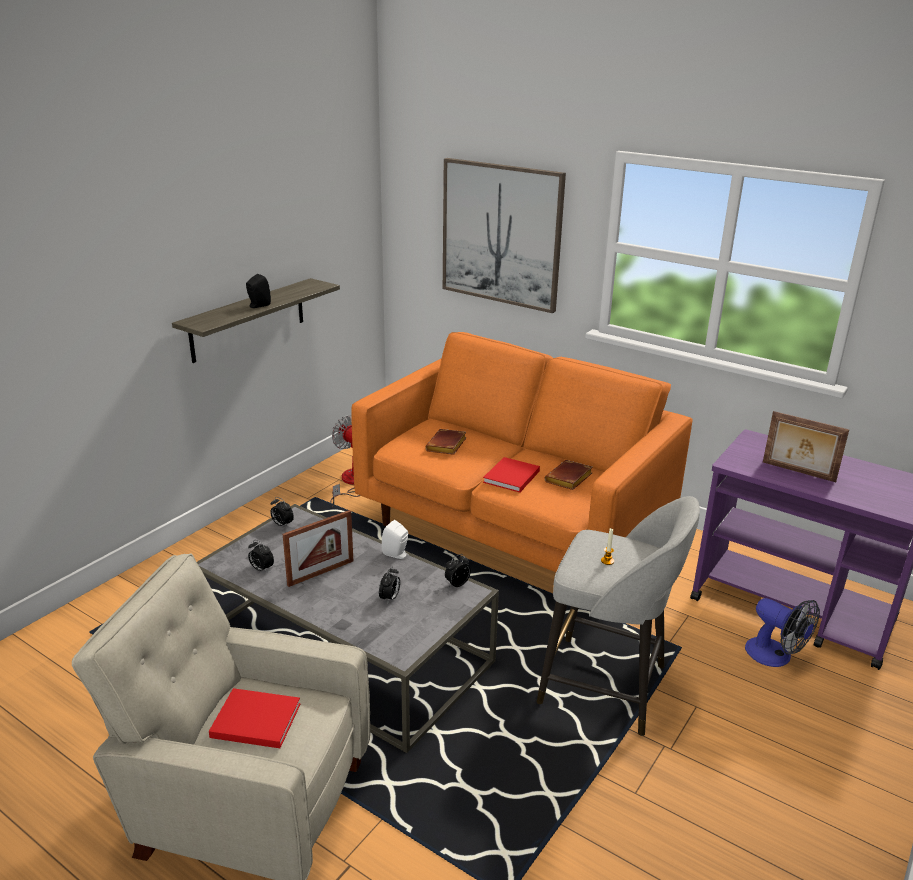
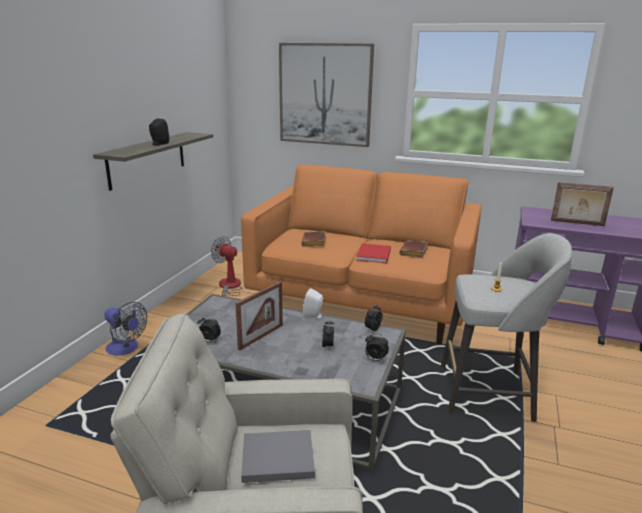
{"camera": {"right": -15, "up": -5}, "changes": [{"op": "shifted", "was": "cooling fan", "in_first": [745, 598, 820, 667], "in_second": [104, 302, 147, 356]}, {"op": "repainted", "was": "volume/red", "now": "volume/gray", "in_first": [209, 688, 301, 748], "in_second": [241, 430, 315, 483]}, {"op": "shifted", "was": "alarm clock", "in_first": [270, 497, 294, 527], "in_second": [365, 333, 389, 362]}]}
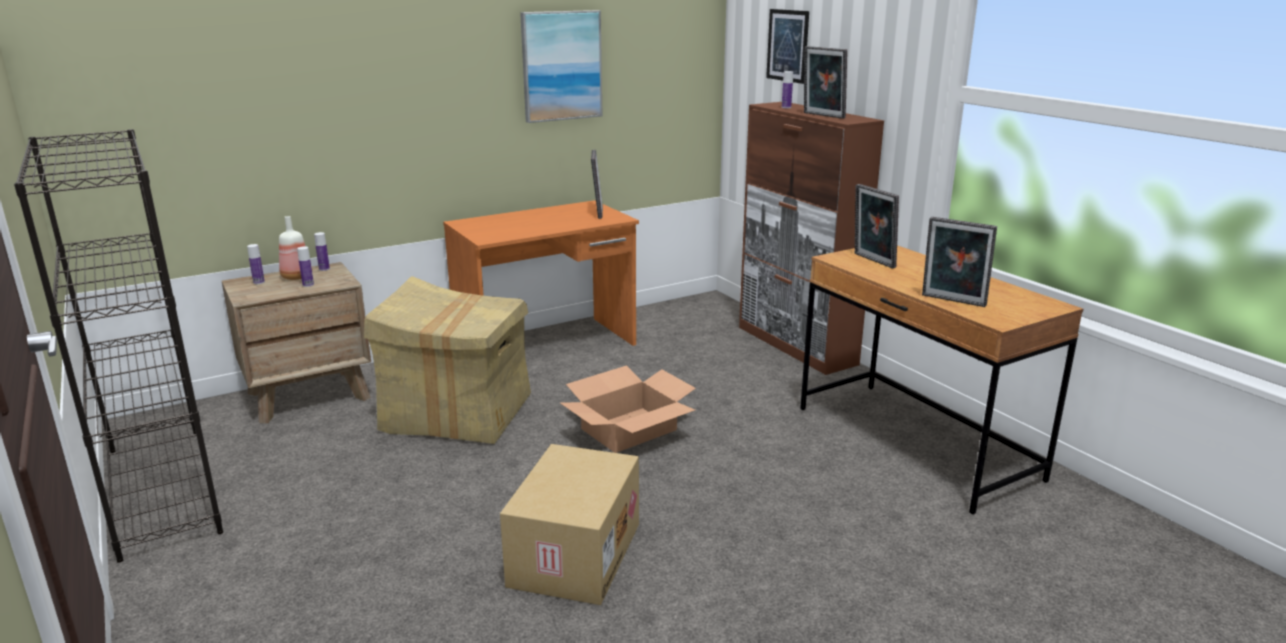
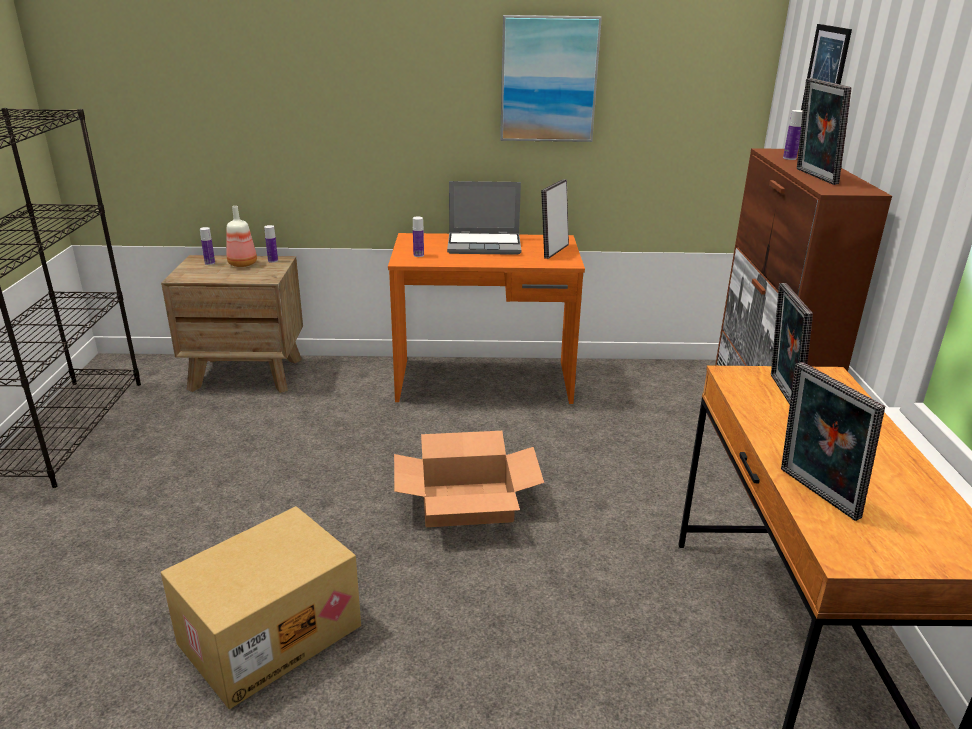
{"camera": {"right": 30, "up": 5}, "changes": [{"op": "shifted", "was": "bottle", "in_first": [297, 246, 314, 287], "in_second": [413, 217, 424, 257]}, {"op": "new", "now": "portable computer", "in_second": [447, 181, 521, 255]}, {"op": "gone", "was": "cardboard box", "in_first": [364, 276, 531, 444]}]}
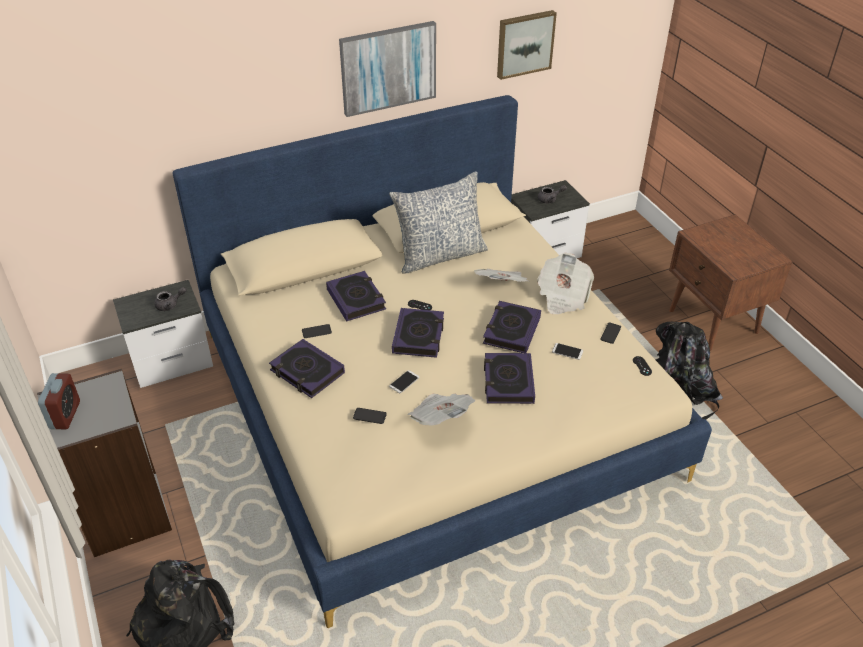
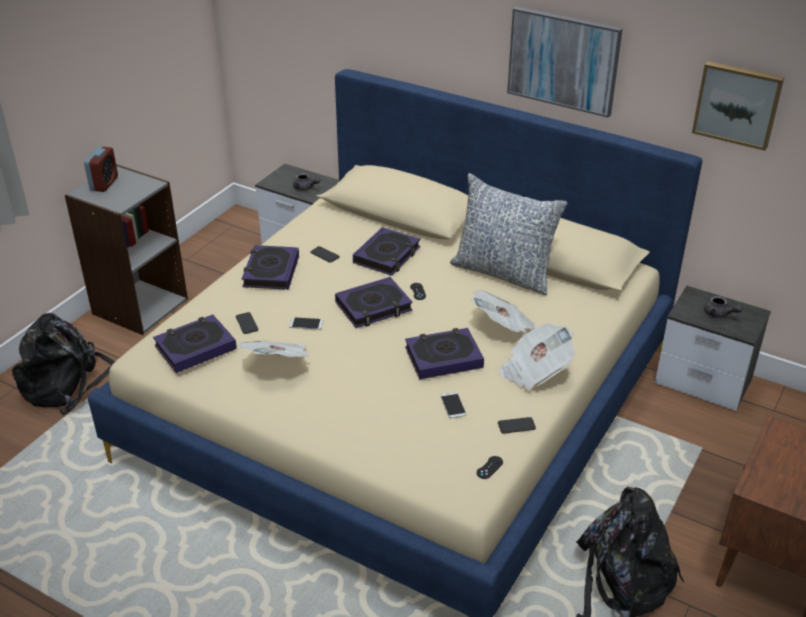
{"camera": {"right": 55, "up": -5}, "changes": [{"op": "rotated", "was": "alarm clock", "in_first": [38, 373, 80, 429], "in_second": [84, 146, 118, 192], "clockwise": -45}, {"op": "shifted", "was": "volume", "in_first": [484, 353, 535, 404], "in_second": [153, 314, 237, 373]}]}
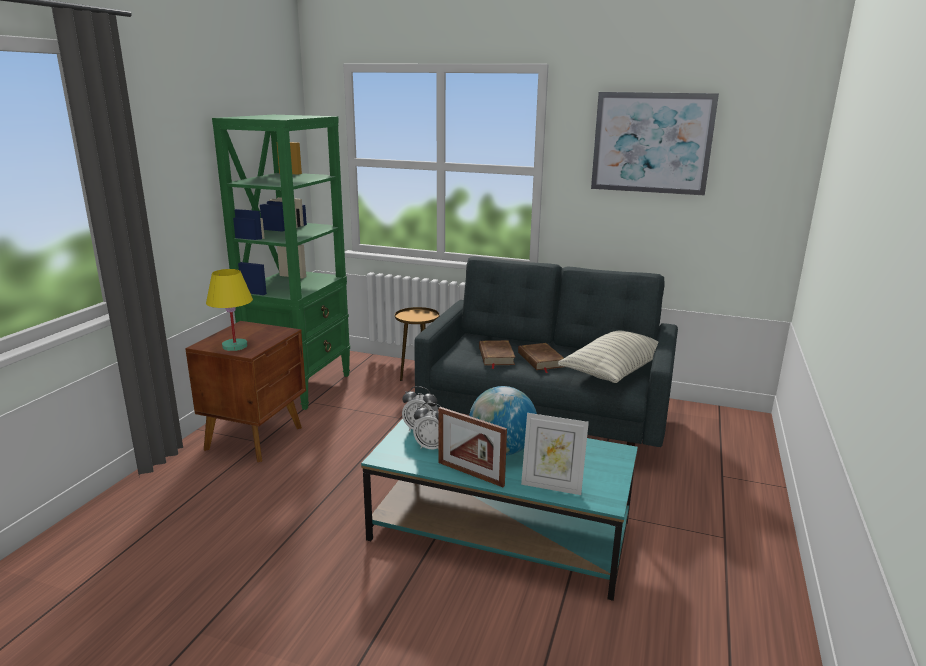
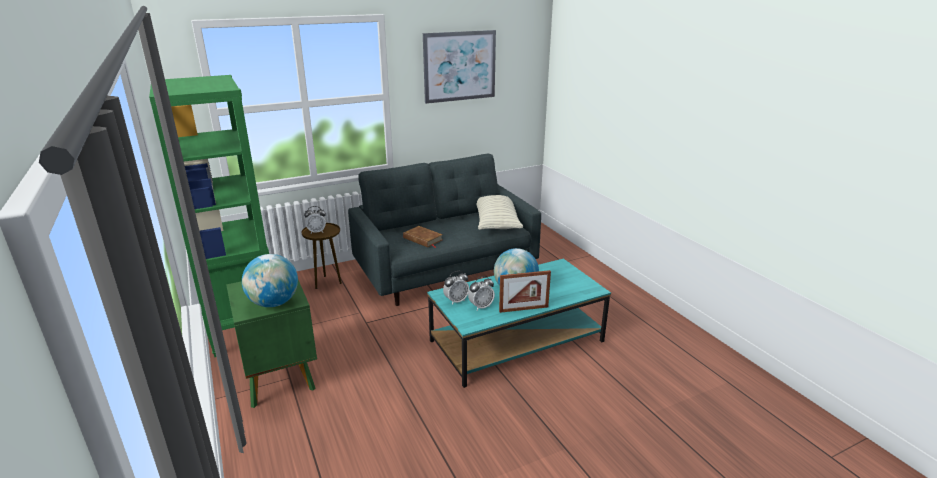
{"camera": {"right": -45, "up": 5}, "changes": [{"op": "repainted", "was": "bedside table/brownish", "now": "bedside table/green", "in_first": [185, 321, 306, 462], "in_second": [226, 280, 317, 408]}, {"op": "swapped", "was": "tabletop lamp/yellow-coloured", "now": "desk globe", "in_first": [206, 269, 253, 351], "in_second": [242, 254, 298, 307]}, {"op": "new", "now": "alarm clock", "in_second": [304, 206, 326, 233]}, {"op": "gone", "was": "volume/brownish", "in_first": [518, 343, 564, 373]}, {"op": "gone", "was": "photo frame", "in_first": [521, 413, 589, 495]}]}
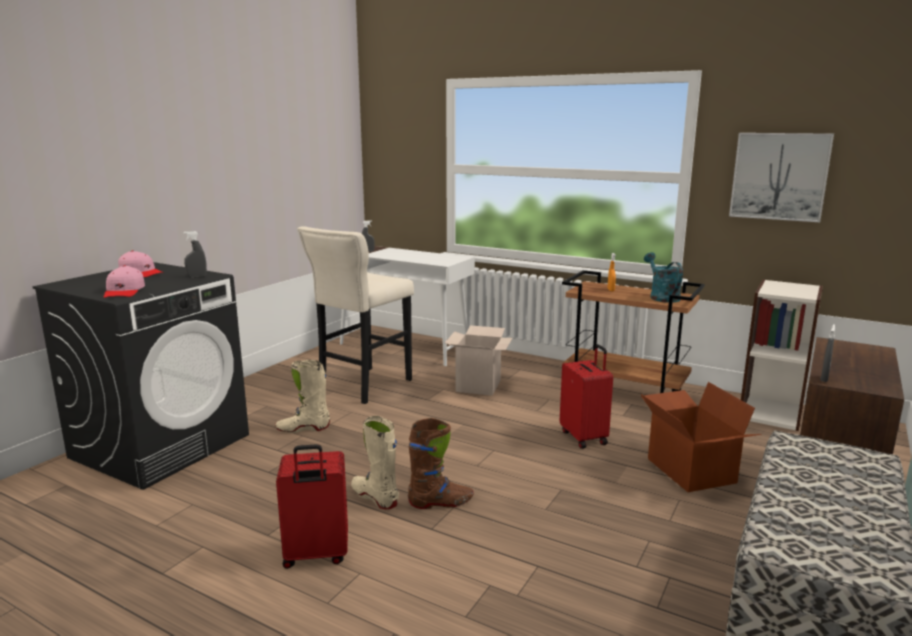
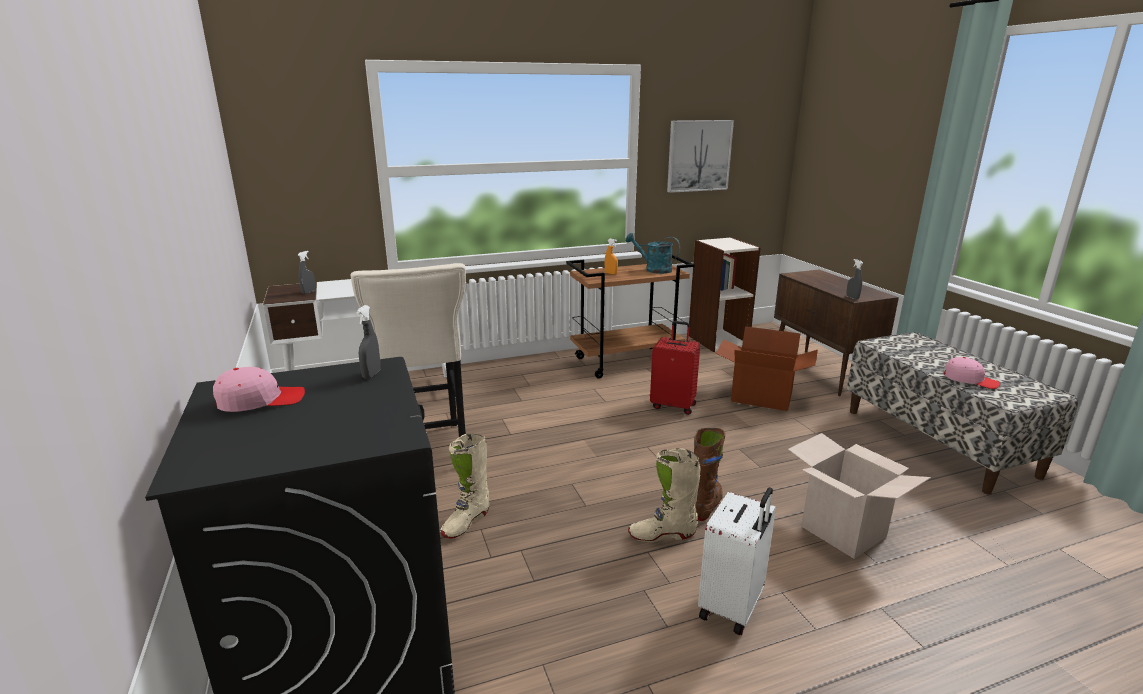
{"camera": {"right": -50, "up": 5}, "changes": [{"op": "repainted", "was": "travel case/red", "now": "travel case/white-coloured", "in_first": [276, 444, 348, 569], "in_second": [698, 487, 776, 636]}, {"op": "shifted", "was": "cardboard box", "in_first": [445, 325, 513, 396], "in_second": [788, 433, 931, 559]}, {"op": "shifted", "was": "peaked cap/pinkish", "in_first": [103, 265, 145, 298], "in_second": [944, 357, 1000, 389]}]}
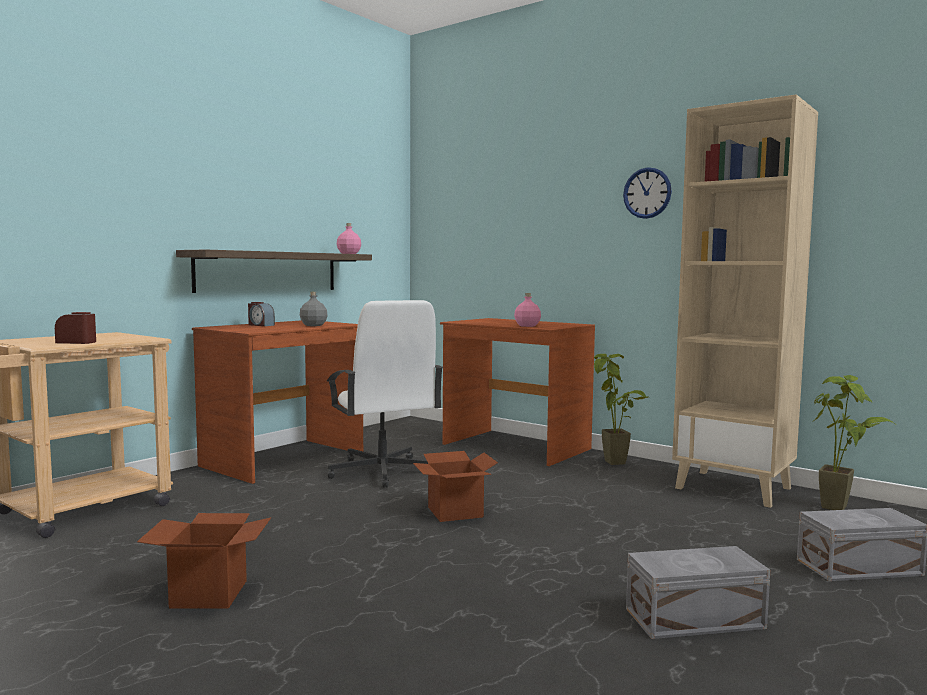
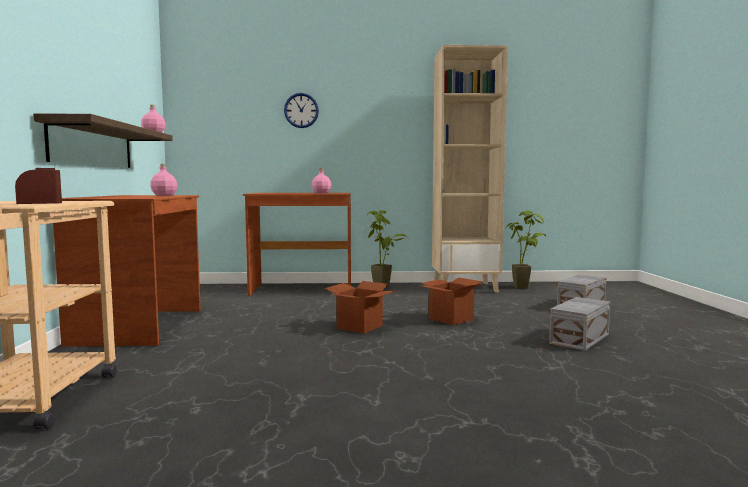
{"camera": {"right": -40, "up": 0}, "changes": [{"op": "repainted", "was": "bottle/gray", "now": "bottle/pinkish", "in_first": [300, 292, 328, 326], "in_second": [150, 164, 177, 196]}, {"op": "shifted", "was": "clock on the wall", "in_first": [623, 167, 672, 219], "in_second": [284, 93, 319, 128]}, {"op": "shifted", "was": "cardboard box", "in_first": [137, 513, 271, 608], "in_second": [421, 277, 483, 325]}, {"op": "gone", "was": "alarm clock", "in_first": [248, 302, 275, 326]}, {"op": "gone", "was": "computer chair/white-coloured", "in_first": [327, 300, 443, 488]}]}
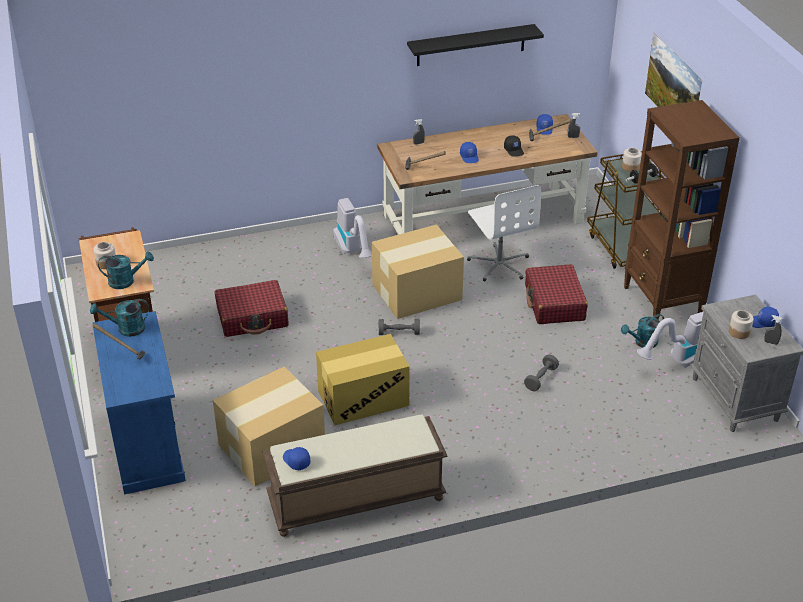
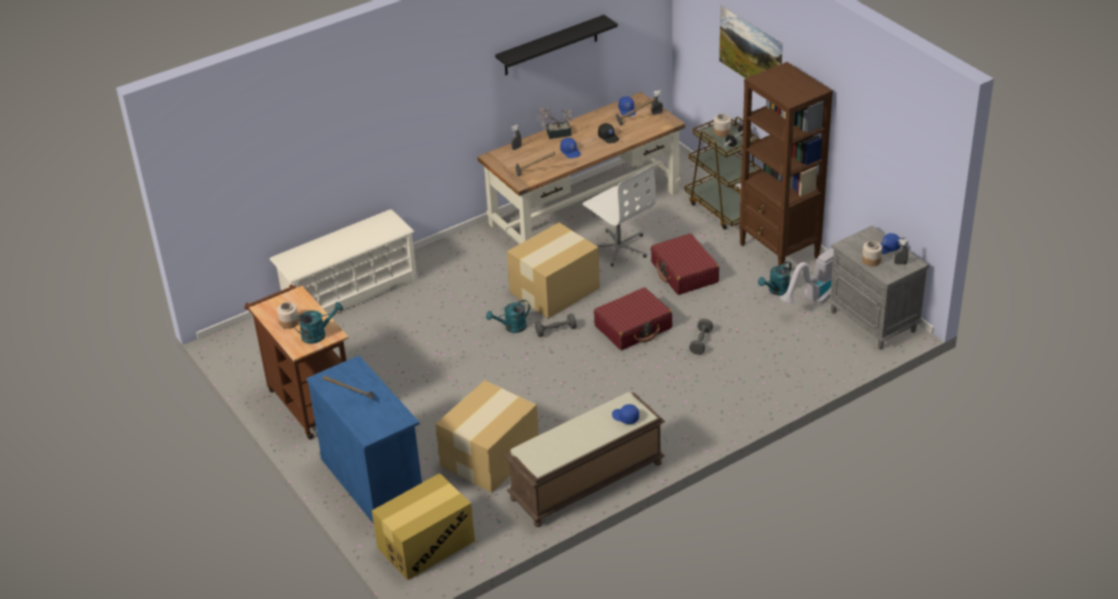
{"camera": {"right": -15, "up": 0}, "changes": [{"op": "new", "now": "shoe rack/white-coloured", "in_second": [270, 209, 418, 314]}, {"op": "shifted", "was": "cardboard box", "in_first": [316, 334, 410, 425], "in_second": [372, 473, 475, 580]}, {"op": "shifted", "was": "watering can/blue-green", "in_first": [90, 299, 149, 337], "in_second": [486, 300, 530, 333]}, {"op": "new", "now": "plant in a pot", "in_second": [537, 105, 576, 139]}, {"op": "shifted", "was": "travel case/red", "in_first": [215, 280, 289, 337], "in_second": [594, 287, 672, 350]}, {"op": "shifted", "was": "peaked cap/blue", "in_first": [283, 447, 310, 470], "in_second": [612, 404, 639, 424]}, {"op": "gone", "was": "vacuum", "in_first": [333, 198, 372, 258]}]}
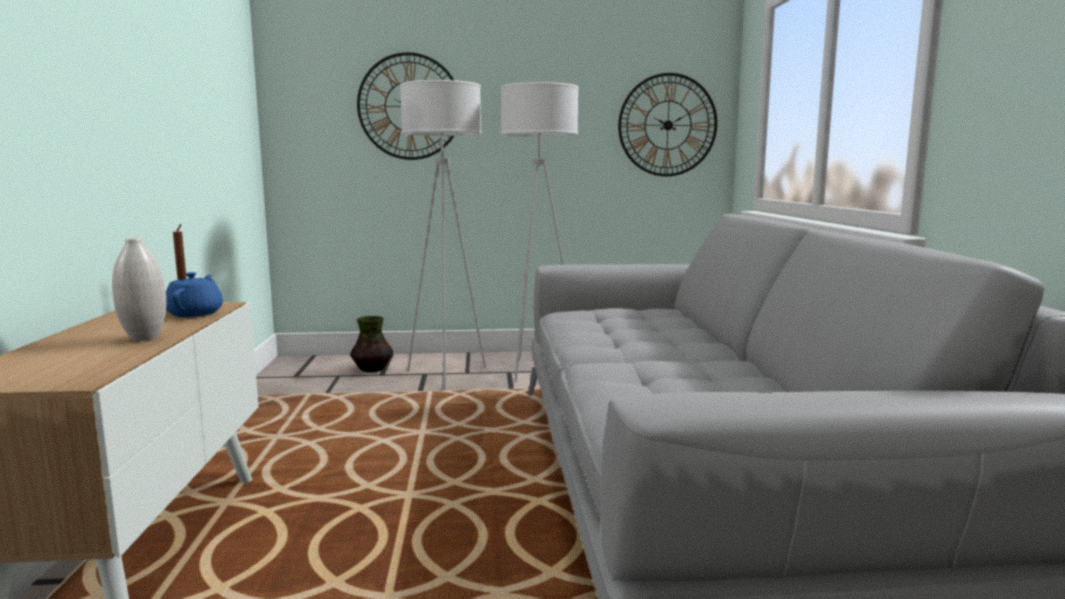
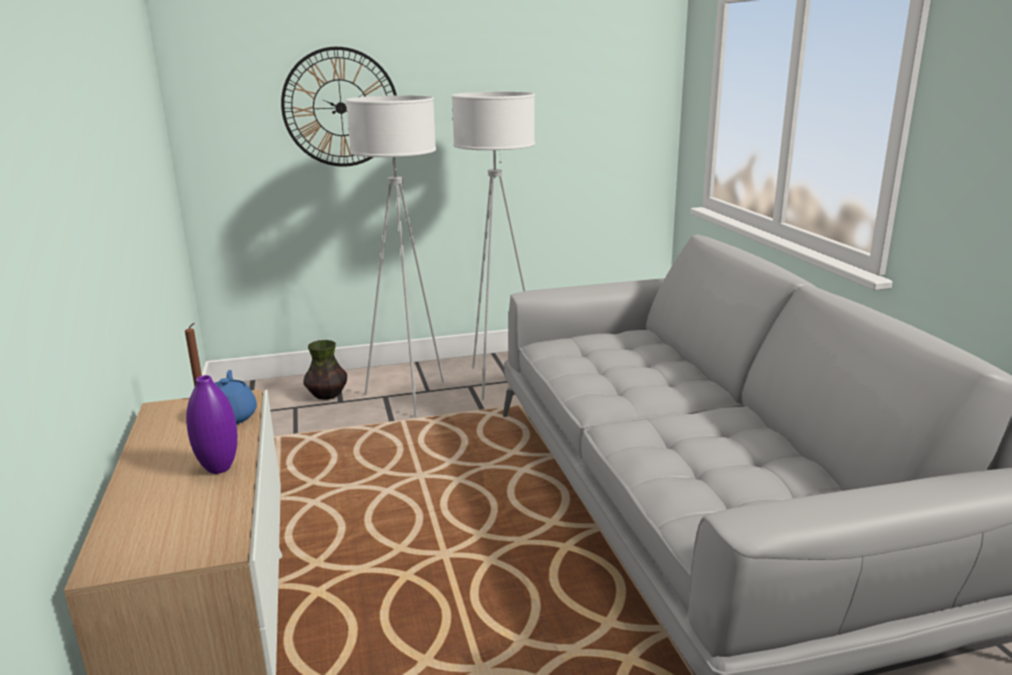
{"camera": {"right": -10, "up": 10}, "changes": [{"op": "repainted", "was": "decorative vase/white-coloured", "now": "decorative vase/purplish", "in_first": [112, 237, 166, 341], "in_second": [186, 375, 238, 474]}, {"op": "gone", "was": "clock on the wall", "in_first": [618, 73, 717, 176]}]}
